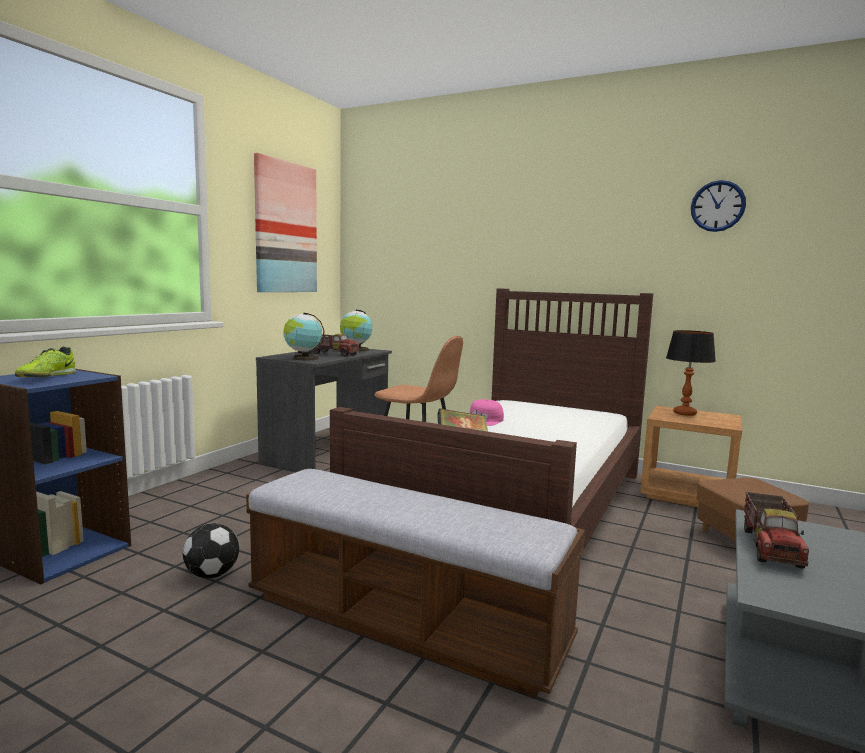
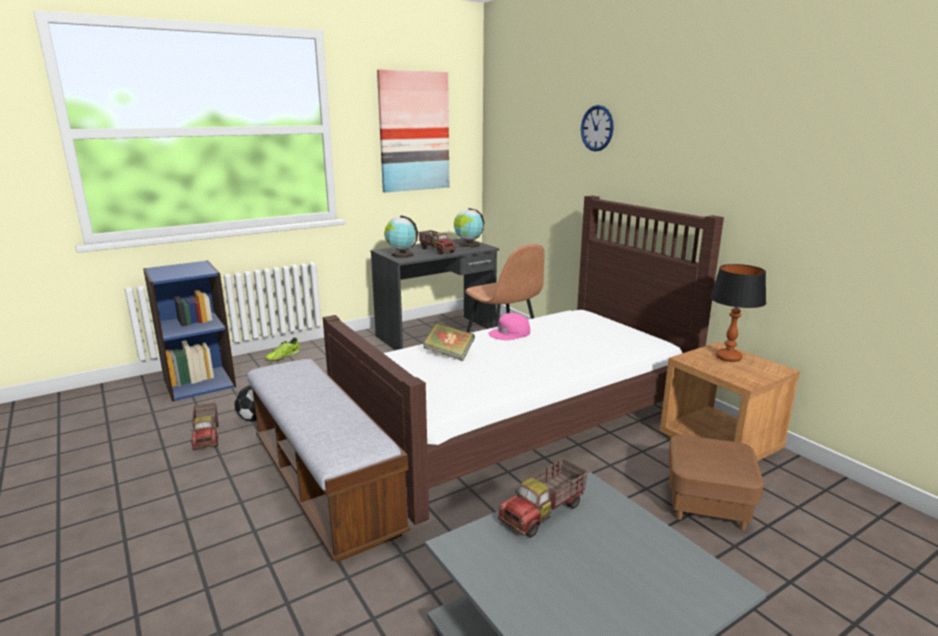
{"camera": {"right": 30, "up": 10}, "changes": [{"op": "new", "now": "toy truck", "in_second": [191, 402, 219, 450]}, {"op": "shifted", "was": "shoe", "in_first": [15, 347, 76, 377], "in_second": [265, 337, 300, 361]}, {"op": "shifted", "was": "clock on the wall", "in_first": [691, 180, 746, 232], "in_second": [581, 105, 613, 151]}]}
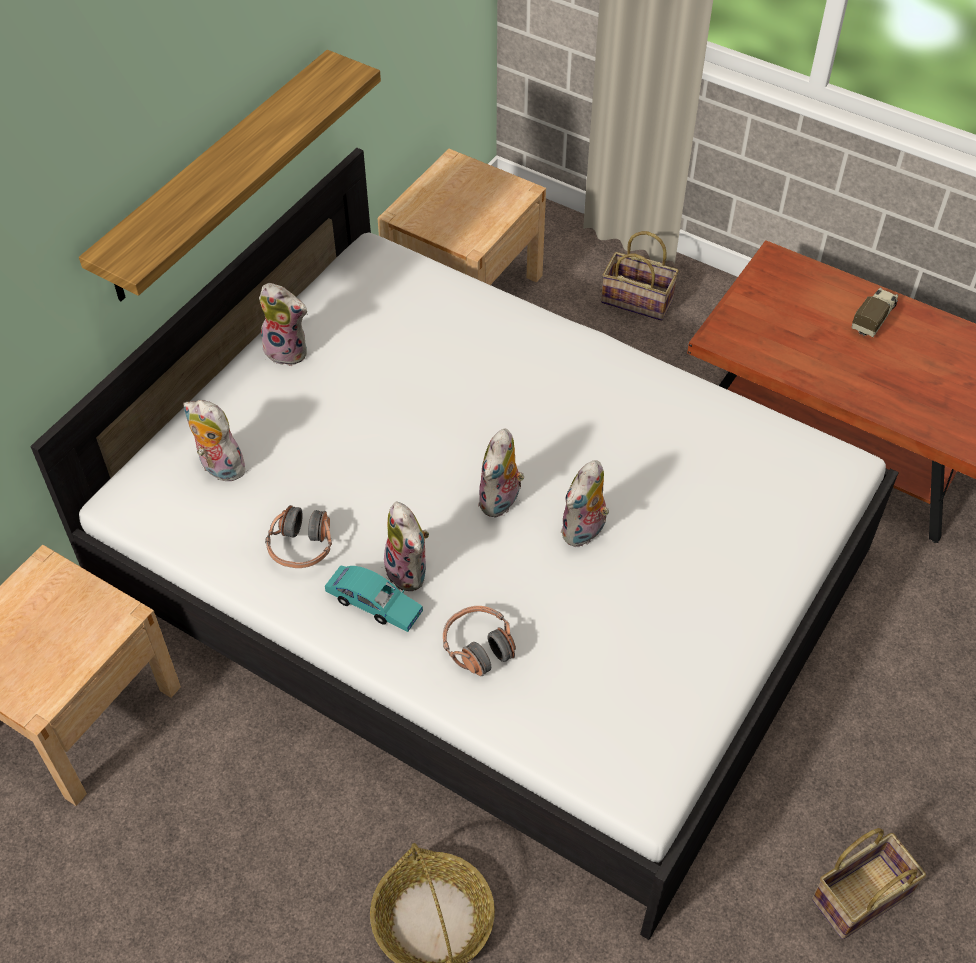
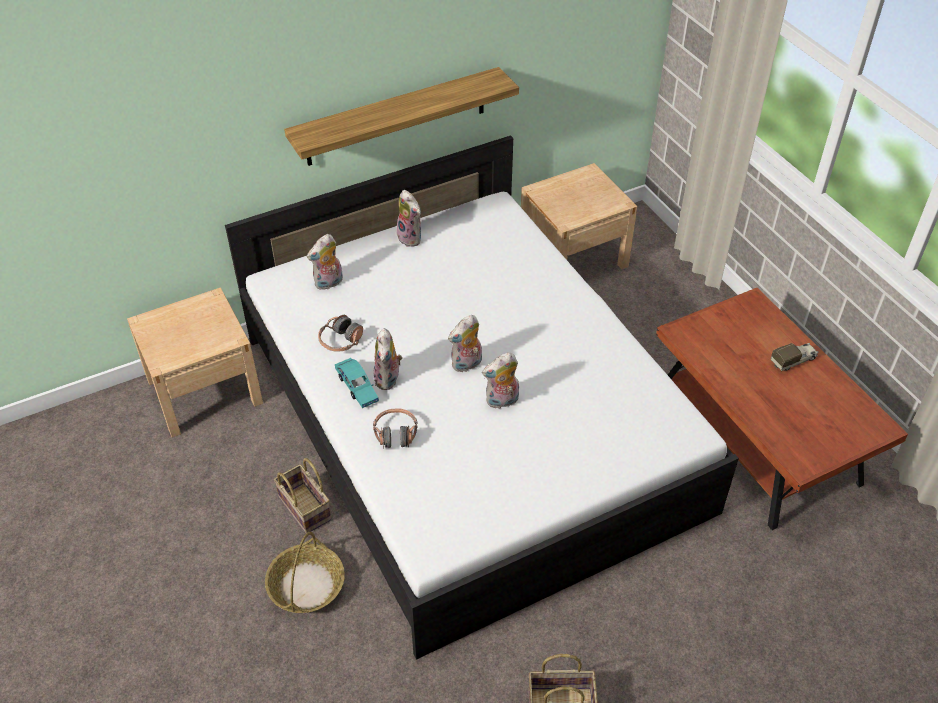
{"camera": {"right": 30, "up": -5}, "changes": [{"op": "shifted", "was": "basket", "in_first": [601, 231, 679, 321], "in_second": [274, 458, 332, 533]}, {"op": "rotated", "was": "plush toy", "in_first": [183, 400, 249, 481], "in_second": [307, 234, 343, 290], "clockwise": -105}]}
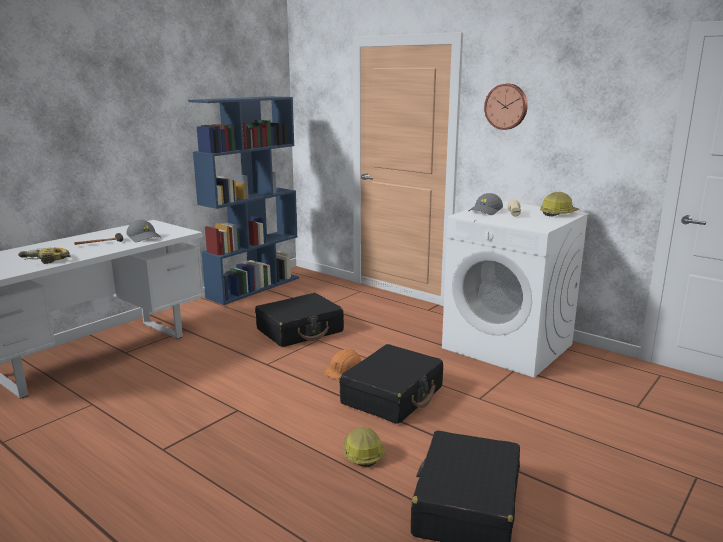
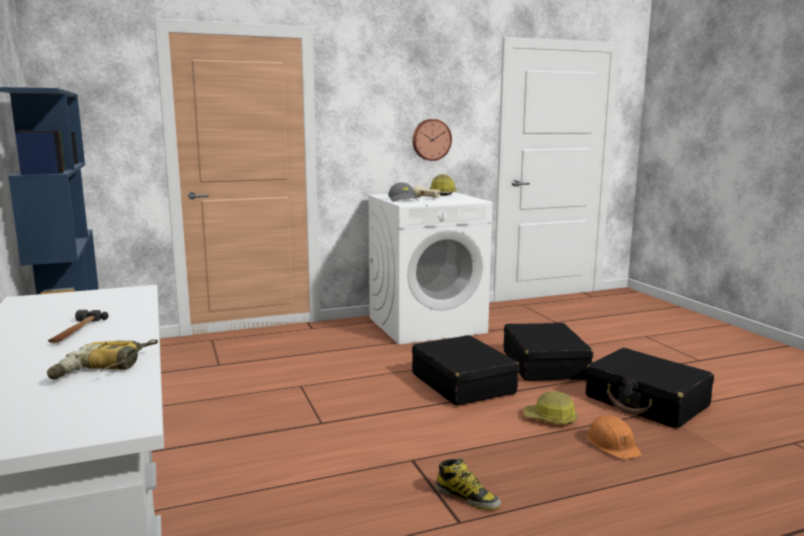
{"camera": {"right": -60, "up": -5}, "changes": [{"op": "shifted", "was": "clock on the wall", "in_first": [484, 84, 528, 130], "in_second": [412, 119, 452, 161]}, {"op": "new", "now": "high-top boot", "in_second": [435, 458, 501, 510]}, {"op": "shifted", "was": "travel case/black", "in_first": [255, 293, 344, 347], "in_second": [504, 323, 593, 381]}, {"op": "shifted", "was": "hard hat/orange-coloured", "in_first": [324, 349, 361, 379], "in_second": [587, 415, 642, 459]}, {"op": "gone", "was": "peaked cap/gray", "in_first": [126, 220, 162, 242]}]}
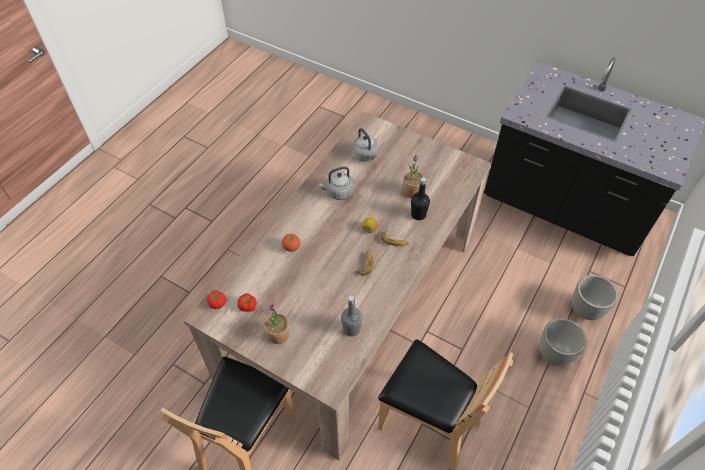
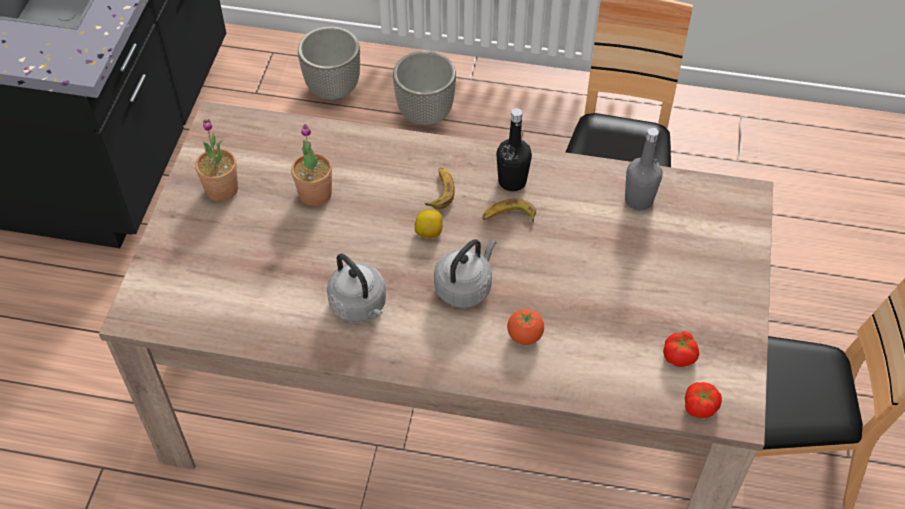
{"camera": {"right": -110, "up": 0}, "changes": [{"op": "shifted", "was": "plant in a pot", "in_first": [264, 304, 289, 344], "in_second": [195, 119, 238, 201]}, {"op": "shifted", "was": "kettle/gray", "in_first": [352, 128, 379, 162], "in_second": [434, 239, 497, 308]}, {"op": "shifted", "was": "bottle/black", "in_first": [411, 177, 430, 220], "in_second": [496, 108, 532, 191]}]}
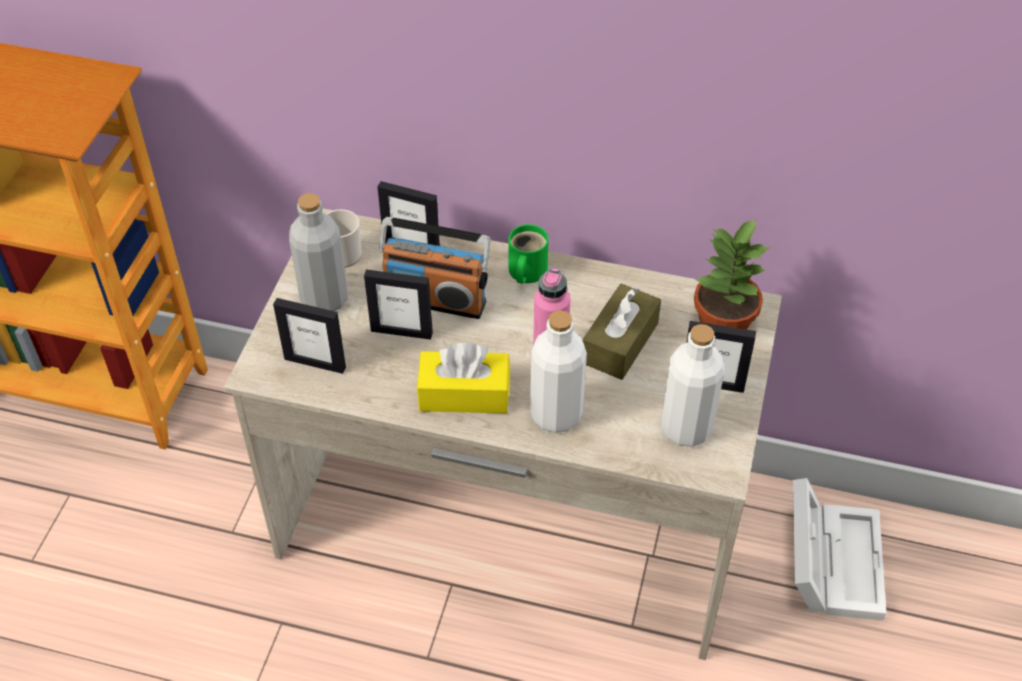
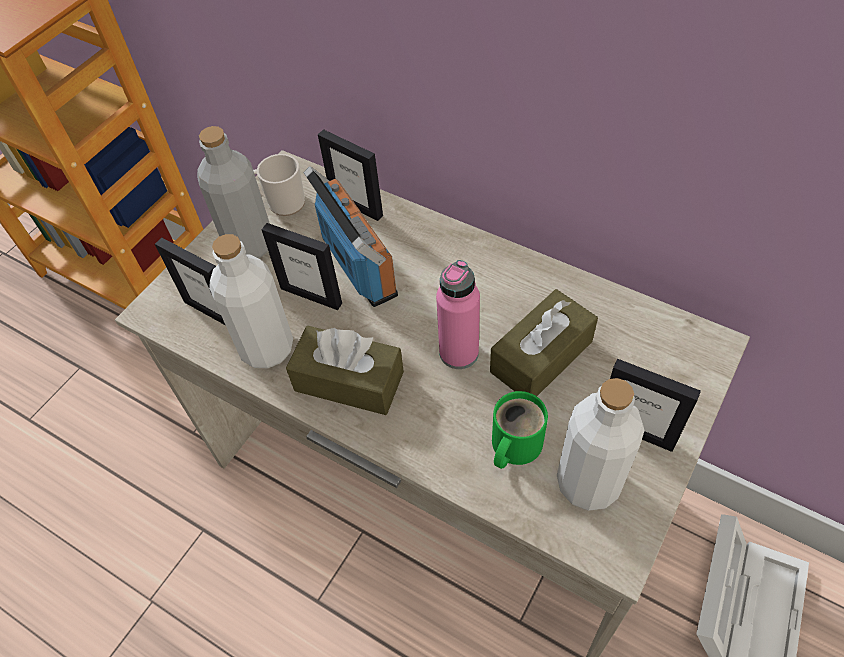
{"camera": {"right": 20, "up": 5}, "changes": [{"op": "shifted", "was": "bottle/white-coloured", "in_first": [530, 310, 587, 433], "in_second": [209, 234, 293, 368]}, {"op": "repainted", "was": "box of tissues/yellow-coloured", "now": "box of tissues/brownish", "in_first": [417, 343, 510, 414], "in_second": [286, 326, 404, 415]}, {"op": "rotated", "was": "radio receiver", "in_first": [379, 217, 491, 319], "in_second": [304, 166, 398, 307], "clockwise": -150}, {"op": "shifted", "was": "coffee mug/green", "in_first": [508, 224, 549, 284], "in_second": [492, 391, 548, 469]}, {"op": "gone", "was": "plant in a pot", "in_first": [694, 218, 770, 330]}]}
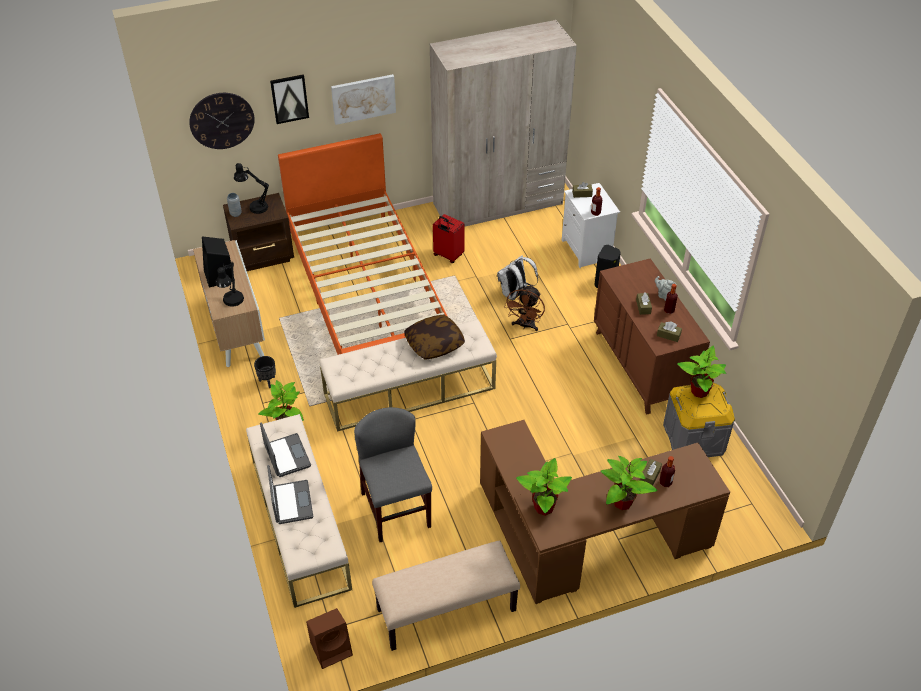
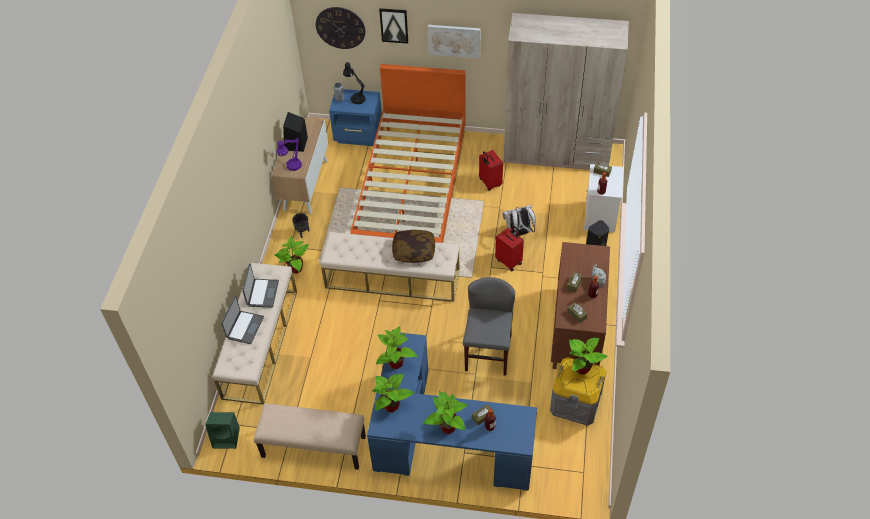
{"camera": {"right": 30, "up": 5}, "changes": [{"op": "repainted", "was": "loudspeaker/brownish", "now": "loudspeaker/green", "in_first": [306, 608, 353, 669], "in_second": [205, 412, 240, 449]}, {"op": "repainted", "was": "tabletop lamp/black", "now": "tabletop lamp/purplish", "in_first": [216, 261, 244, 307], "in_second": [276, 138, 302, 171]}, {"op": "repainted", "was": "bedside table/brownish", "now": "bedside table/blue", "in_first": [223, 193, 294, 271], "in_second": [329, 89, 382, 146]}, {"op": "repainted", "was": "desk/brownish", "now": "desk/blue", "in_first": [480, 420, 730, 604], "in_second": [367, 333, 537, 491]}, {"op": "new", "now": "plant in a pot", "in_second": [376, 326, 418, 369]}, {"op": "shifted", "was": "chair/gray", "in_first": [354, 407, 432, 542], "in_second": [463, 277, 515, 376]}, {"op": "swapped", "was": "cooling fan/brownish", "now": "travel case/red", "in_first": [504, 285, 545, 331], "in_second": [495, 225, 524, 272]}]}
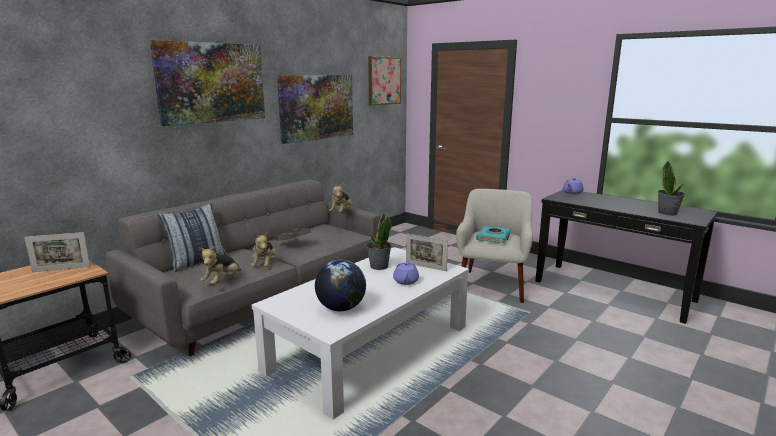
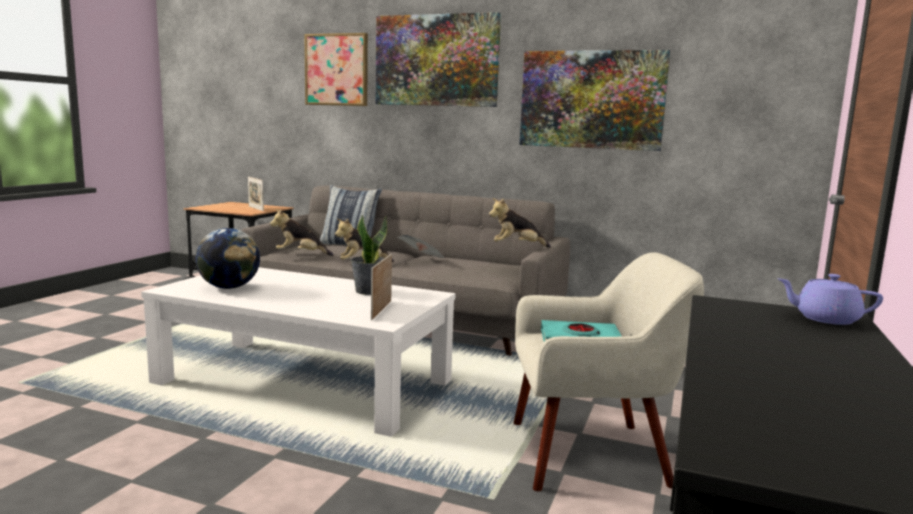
{"camera": {"right": 70, "up": -5}, "changes": [{"op": "shifted", "was": "wall art", "in_first": [368, 56, 402, 106], "in_second": [304, 33, 368, 106]}, {"op": "gone", "was": "pot for tea/purplish", "in_first": [393, 258, 419, 285]}, {"op": "gone", "was": "plant in a pot", "in_first": [658, 161, 685, 215]}]}
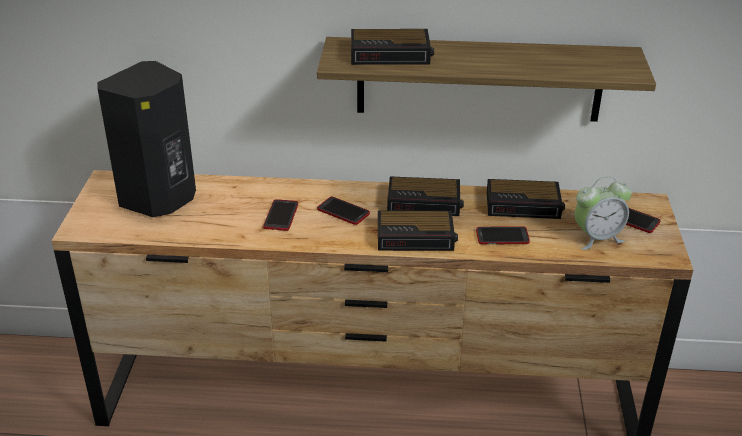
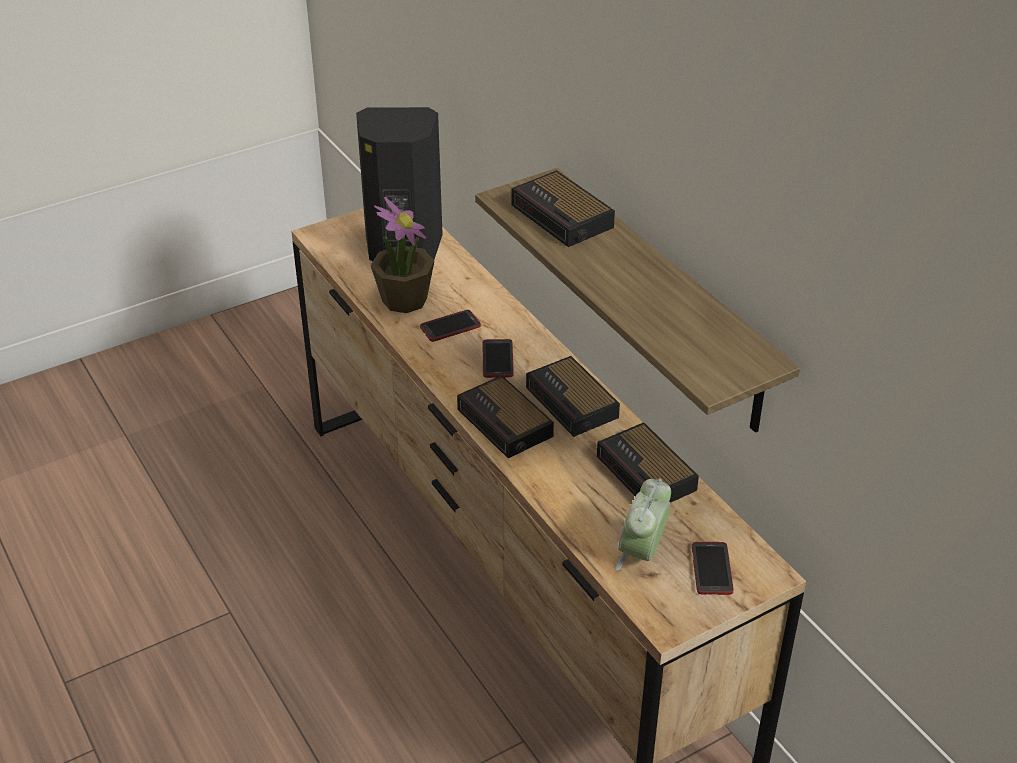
{"camera": {"right": 55, "up": 5}, "changes": [{"op": "new", "now": "plant in a pot", "in_second": [371, 197, 434, 313]}, {"op": "rotated", "was": "alarm clock", "in_first": [575, 176, 632, 250], "in_second": [615, 478, 671, 571], "clockwise": 75}, {"op": "gone", "was": "handset", "in_first": [476, 226, 530, 244]}]}
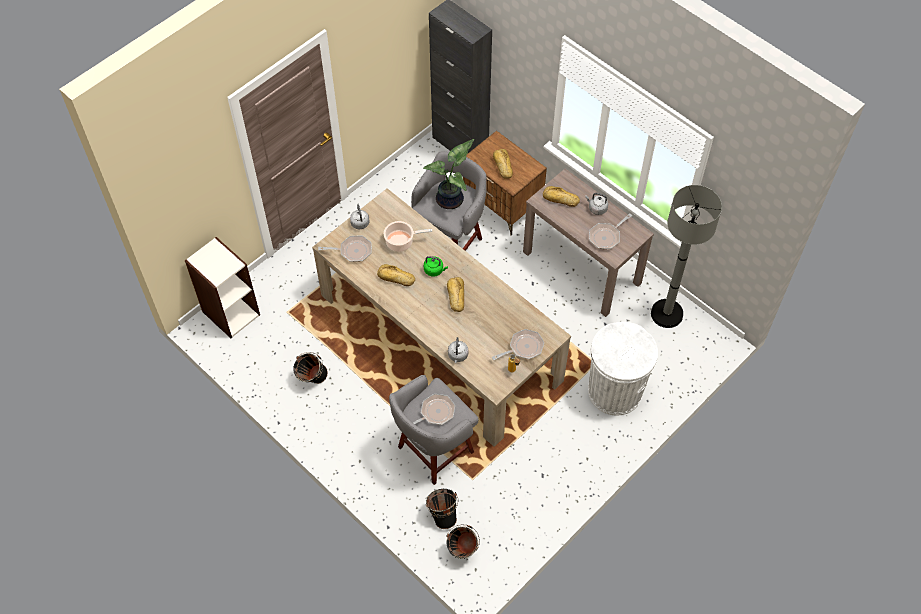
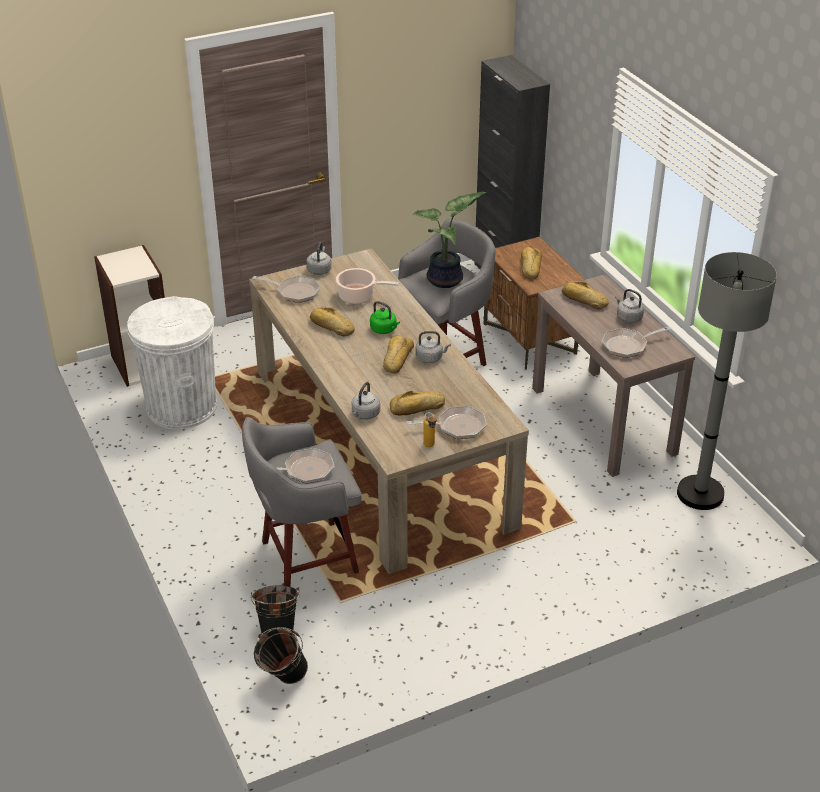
{"camera": {"right": 20, "up": -20}, "changes": [{"op": "shifted", "was": "trash can/white-coloured", "in_first": [588, 322, 658, 415], "in_second": [127, 296, 217, 429]}, {"op": "new", "now": "bread", "in_second": [390, 390, 445, 415]}, {"op": "new", "now": "kettle/gray", "in_second": [415, 331, 451, 363]}, {"op": "gone", "was": "pail/black", "in_first": [293, 352, 328, 384]}]}
